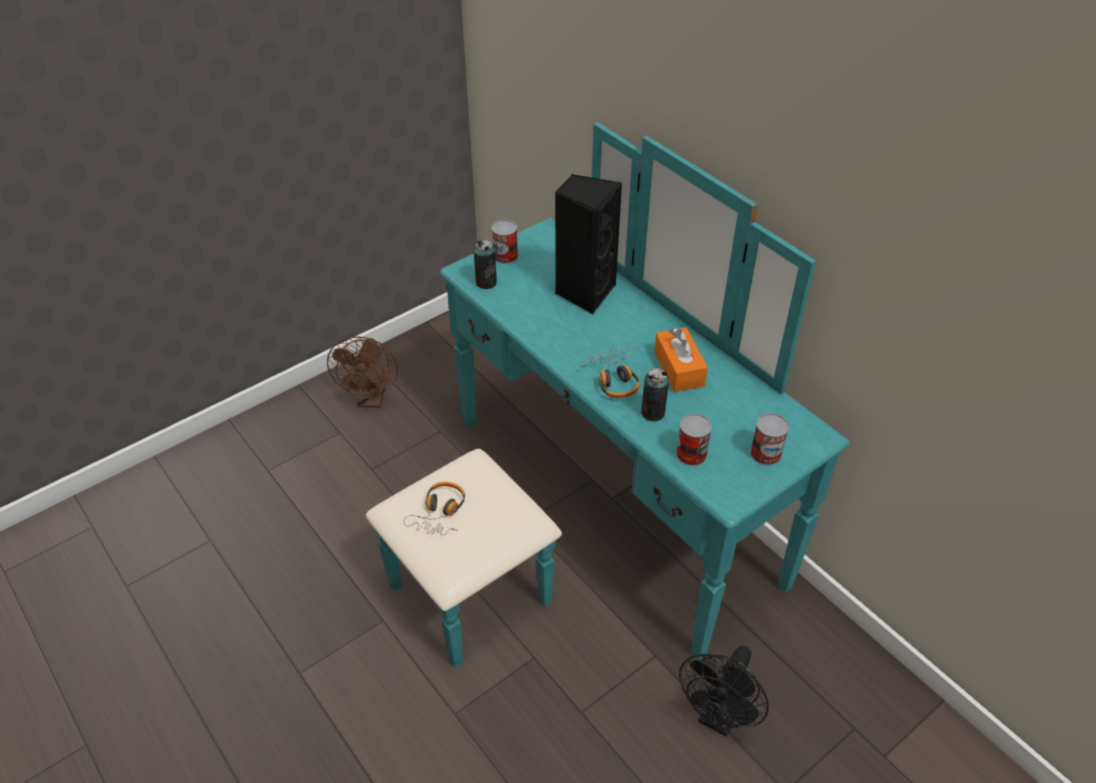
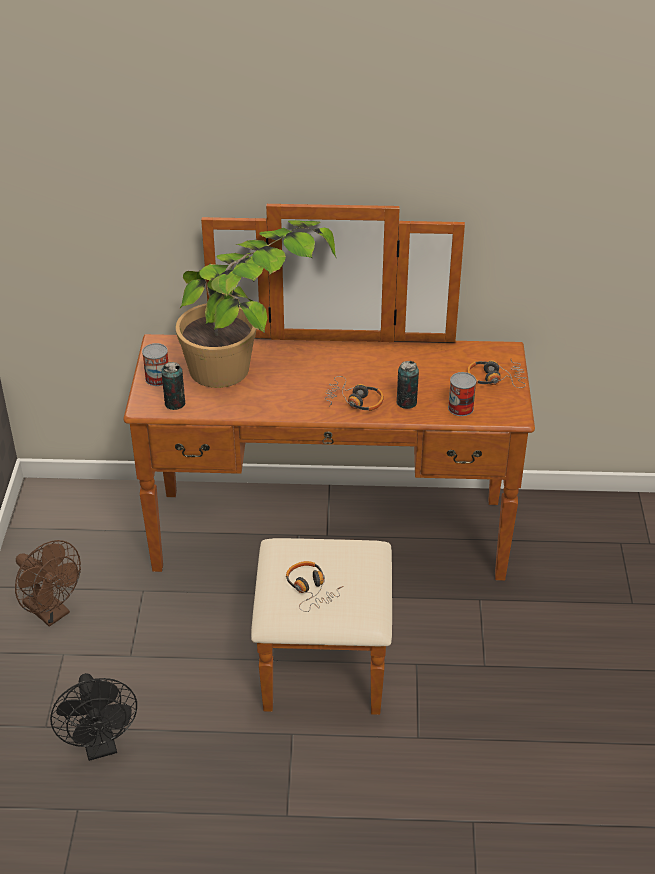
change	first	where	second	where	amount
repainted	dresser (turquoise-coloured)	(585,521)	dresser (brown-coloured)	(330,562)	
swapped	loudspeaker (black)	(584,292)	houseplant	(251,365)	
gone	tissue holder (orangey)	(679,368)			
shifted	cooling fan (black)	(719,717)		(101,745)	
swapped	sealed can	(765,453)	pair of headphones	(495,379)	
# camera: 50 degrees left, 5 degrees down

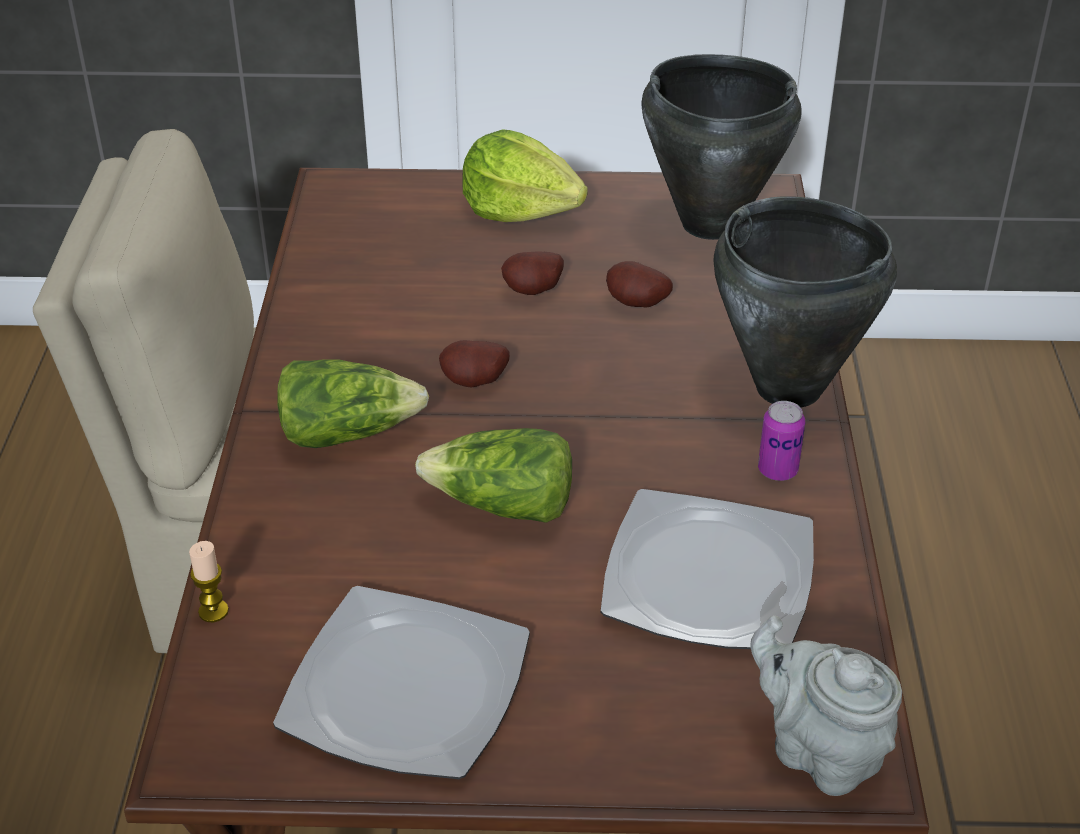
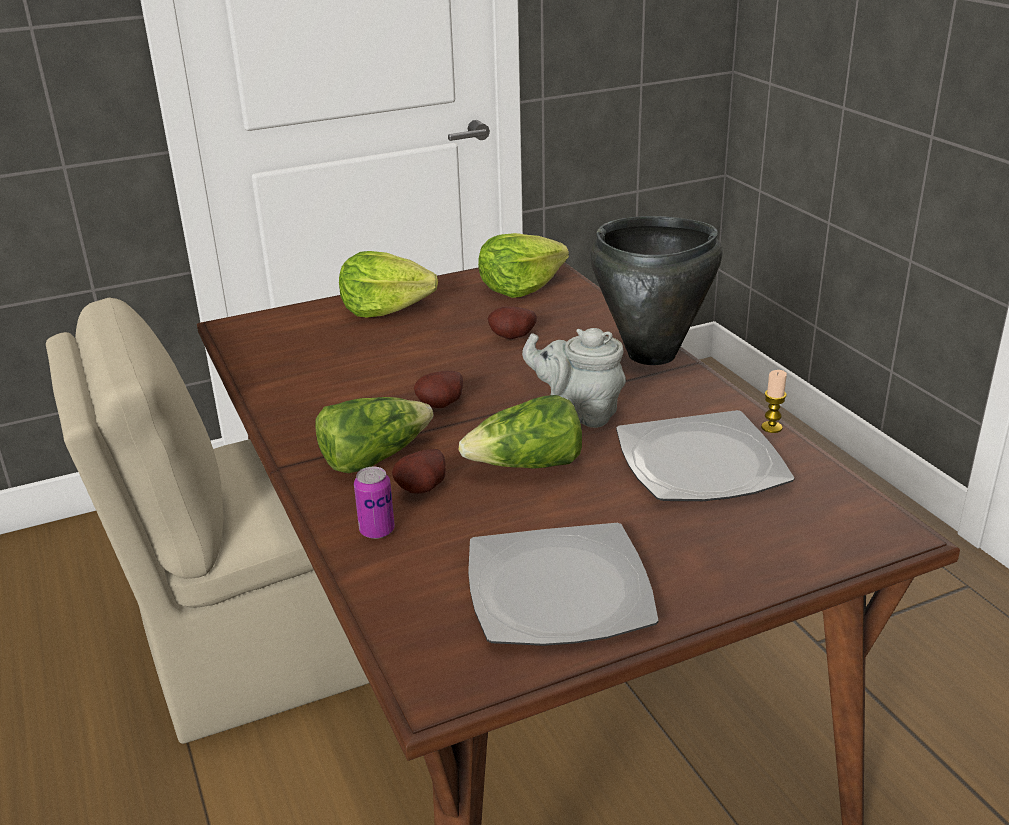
change	first	where	second	where	amount
shifted	candle	(213,611)		(771,427)	
shifted	whole potato	(534,292)		(424,489)	
swapped	saucepot (black)	(709,223)	lettuce	(520,287)	
shifted	teapot (greyish)	(818,752)		(578,414)	
shifted	sealed can	(777,470)		(377,530)	
# camera: 25 degrees left, 10 degrees down

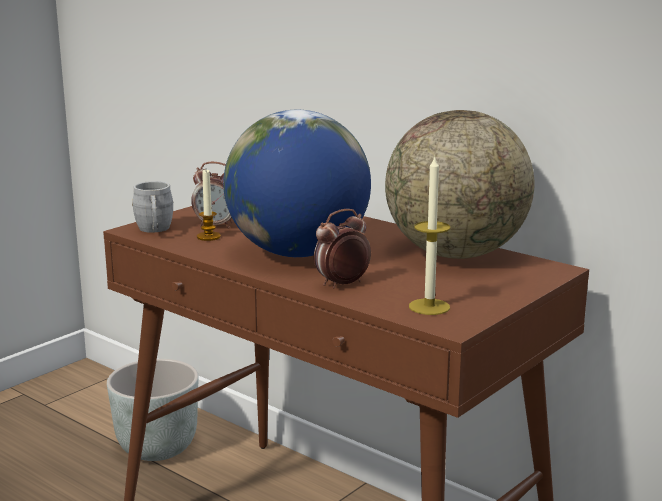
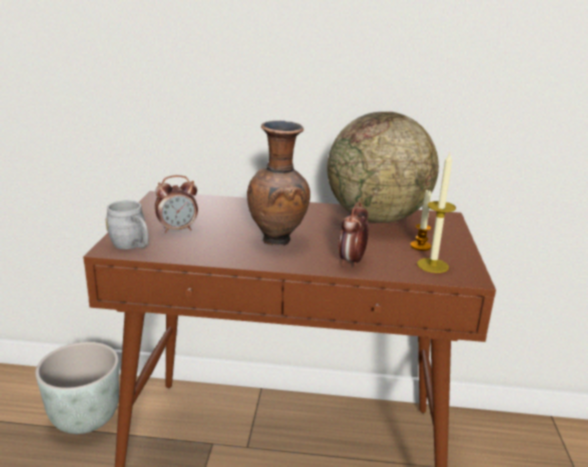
change	first	where	second	where	amount
shifted	candle	(208,237)		(420,246)	
swapped	world globe	(298,253)	decorative vase (brown-coloured)	(278,241)	
# camera: 35 degrees left, 5 degrees up

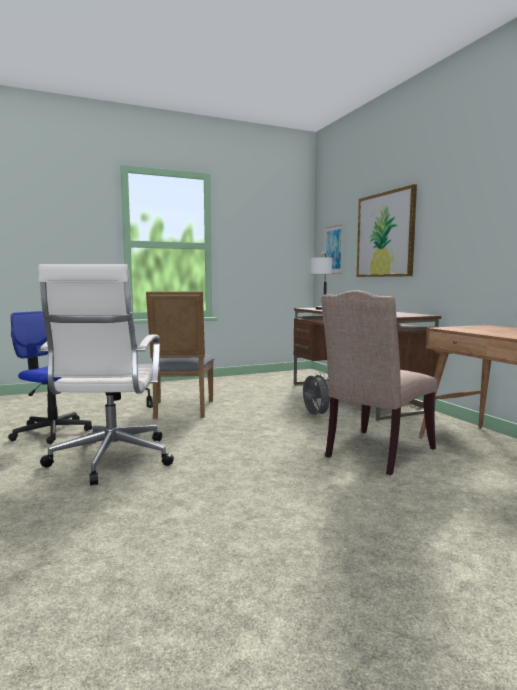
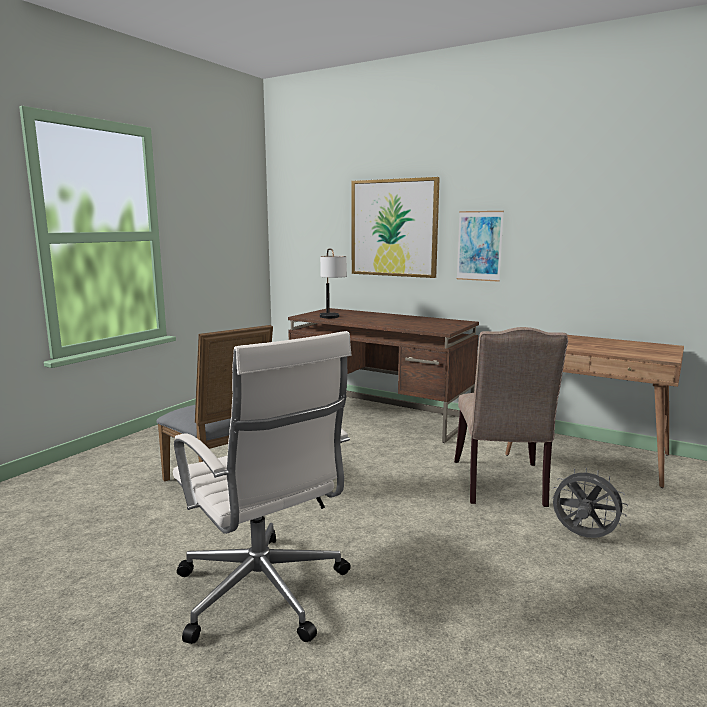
change	first	where	second	where	amount
gone	computer chair	(52,431)			
shifted	cooling fan (greyish)	(315,416)		(583,537)	
shifted	picture	(333,250)		(479,246)	
# camera: 35 degrees left, 5 degrees up

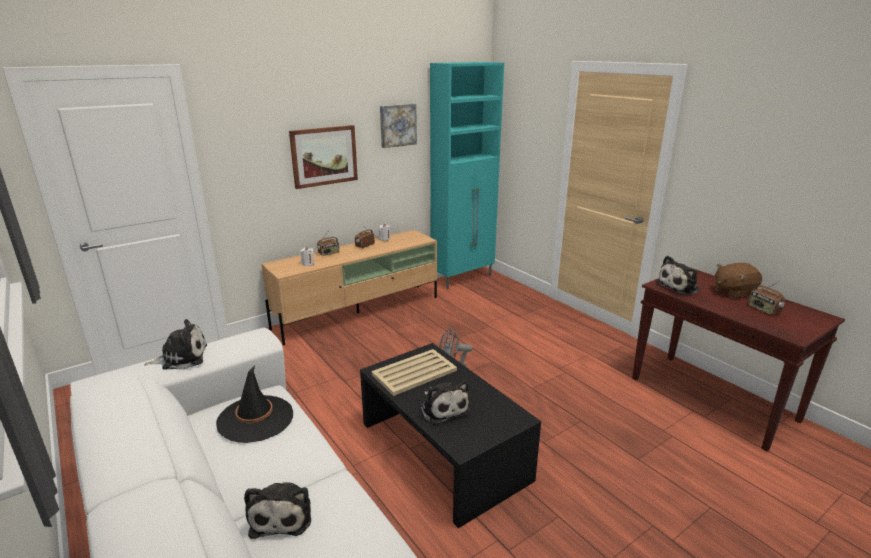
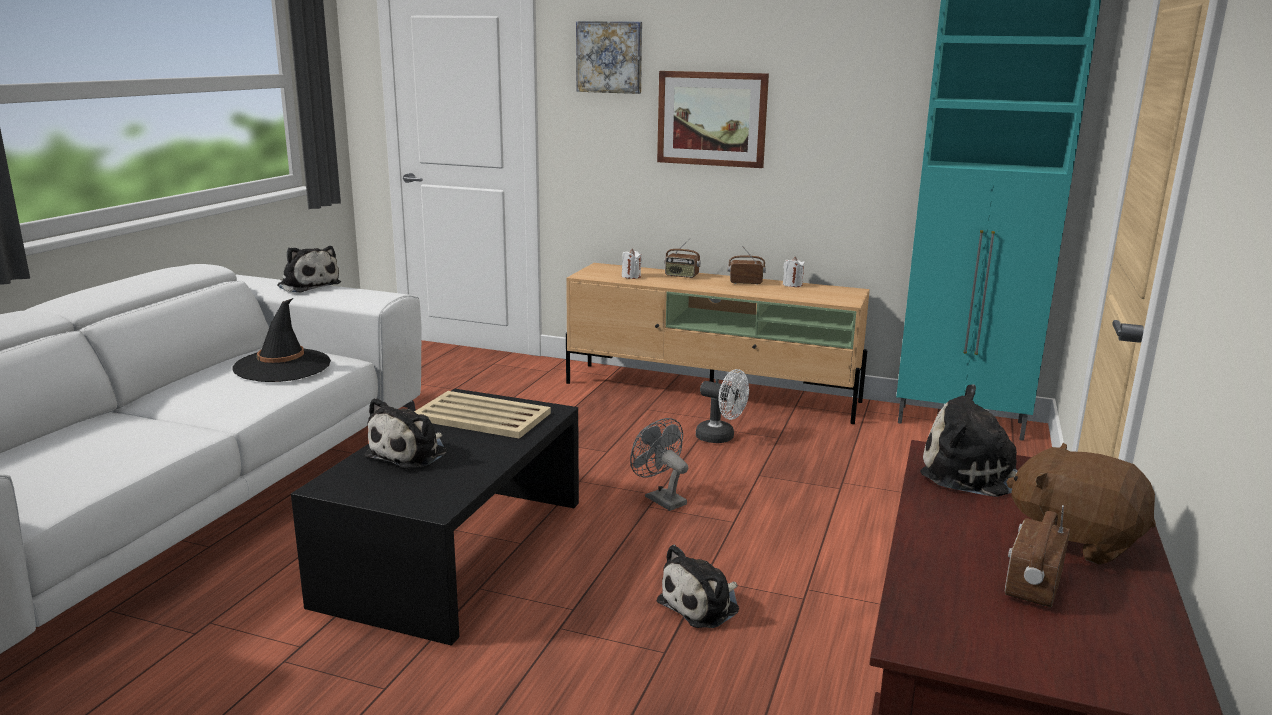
change	first	where	second	where	amount
shifted	plush toy	(282,515)		(702,605)	
shifted	picture	(397,125)		(610,57)	
new			cooling fan (white)	(721,437)	
# camera: 55 degrees right, 5 degrees down

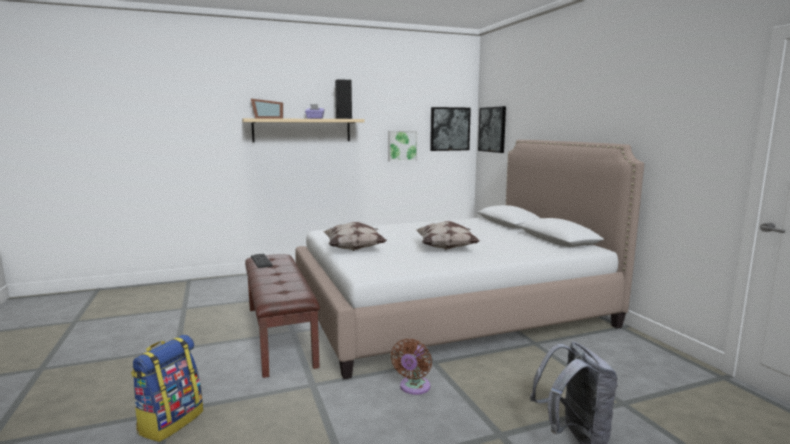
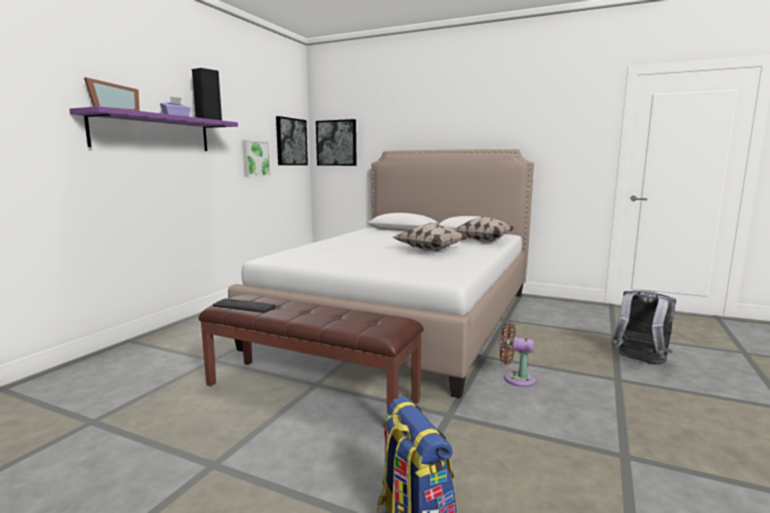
change	first	where	second	where	amount
repainted	bracket shelf (beige)	(302,130)	bracket shelf (purplish)	(153,133)	
shifted	pillow	(354,249)		(482,241)	
rotated	cooling fan (brown-coloured)	(413,388)		(515,378)	135 degrees clockwise
# camera: 45 degrees left, 0 degrees up

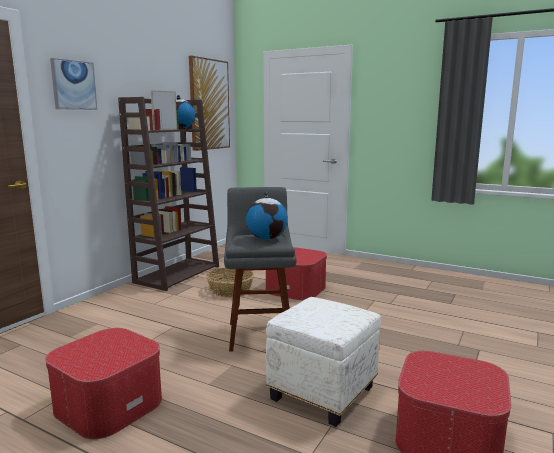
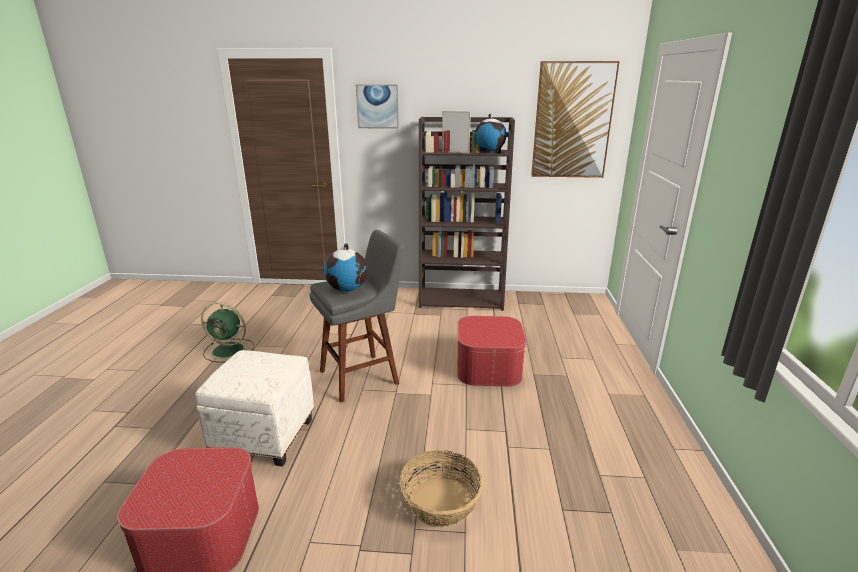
change	first	where	second	where	amount
swapped	pouffe	(108,404)	cooling fan (green-coloured)	(229,350)	
shifted	basket	(230,291)		(440,502)	
# camera: 65 degrees right, 10 degrees up

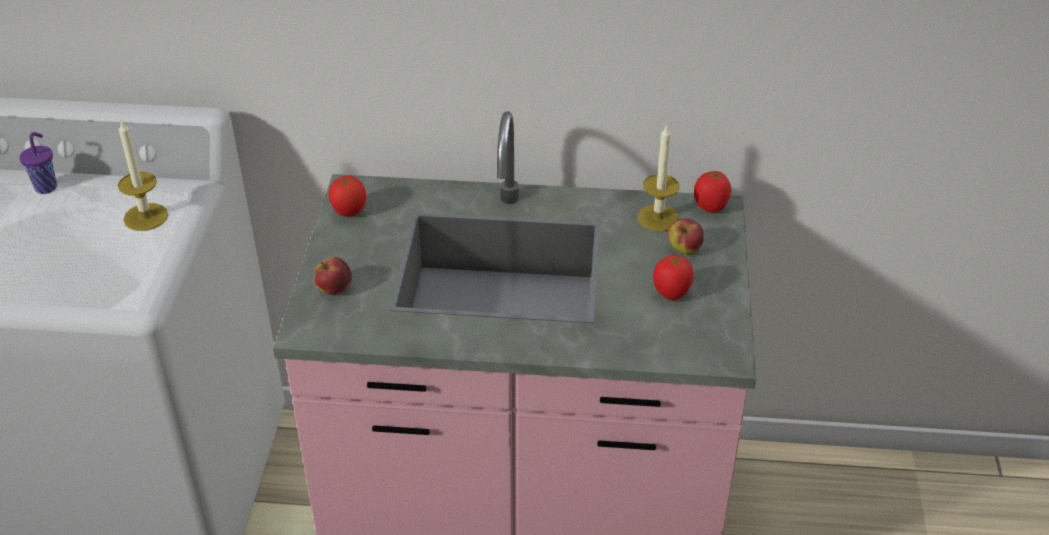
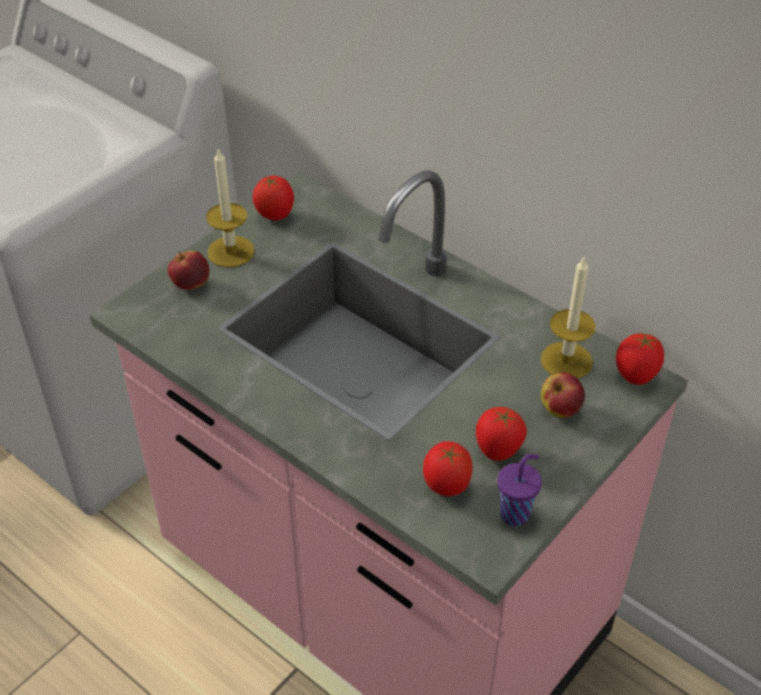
change	first	where	second	where	amount
shifted	drinking cup (purplish)	(47,187)		(516,513)	
shifted	candle	(145,217)		(231,251)	
new			fresh tomato	(446,487)	
# camera: 35 degrees right, 5 degrees up

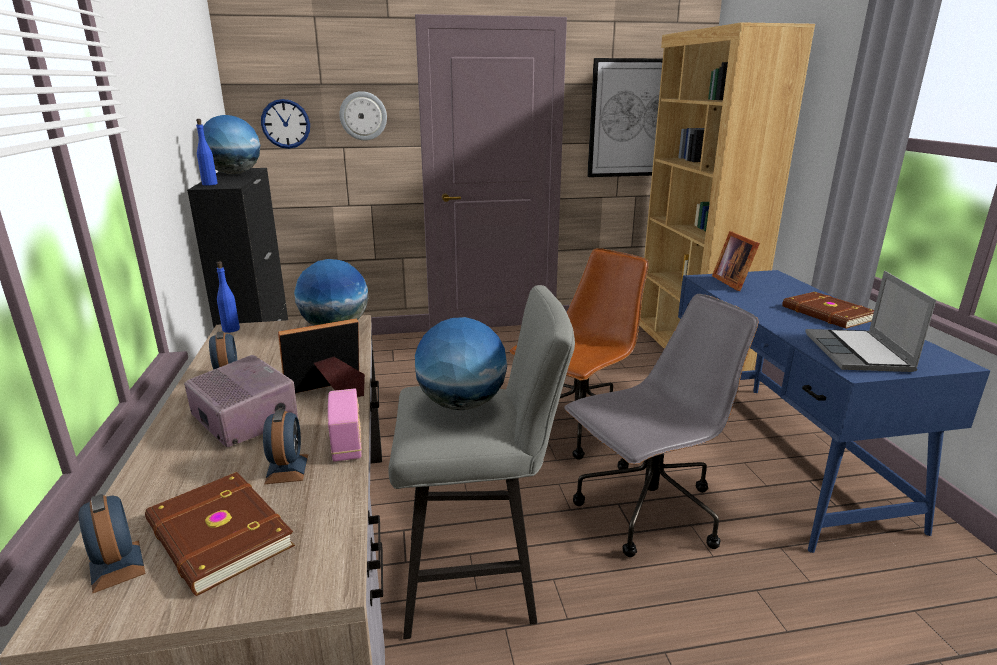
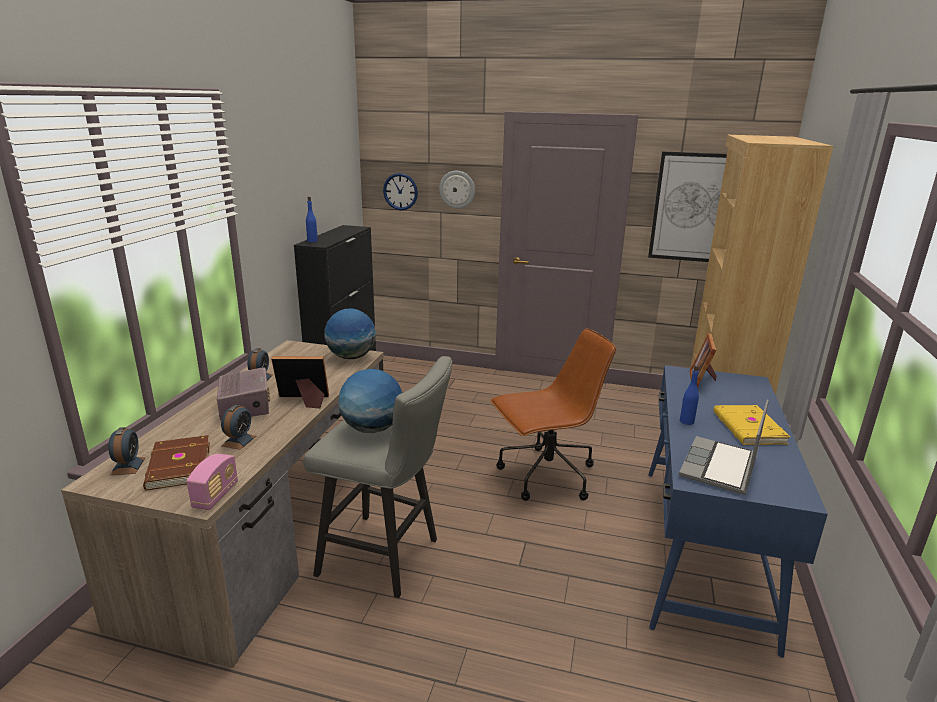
change	first	where	second	where	amount
gone	world globe	(234,174)			
shifted	drink bottle (blue-coloured)	(231,329)		(686,421)	
shifted	radio set	(347,443)		(215,495)	
gone	computer chair (greyish)	(646,512)			
repainted	book (brown-coloured)	(827,314)	book (yellowish)	(747,428)	
# camera: 25 degrees right, 0 degrees up

